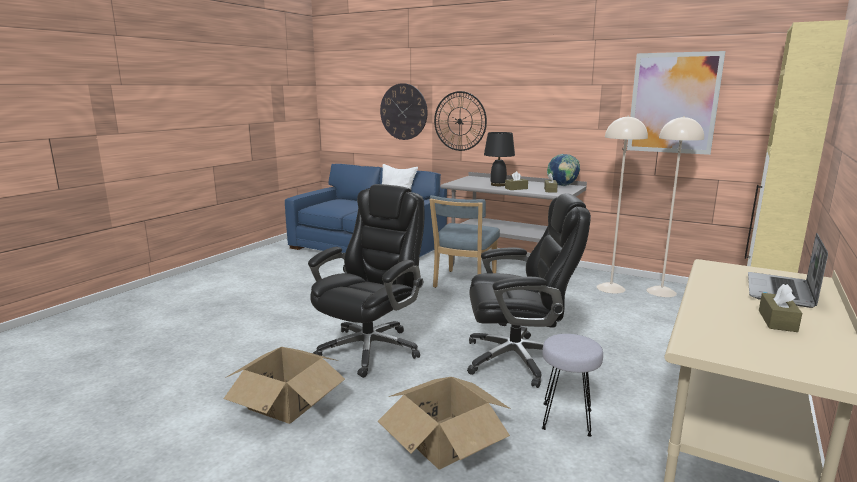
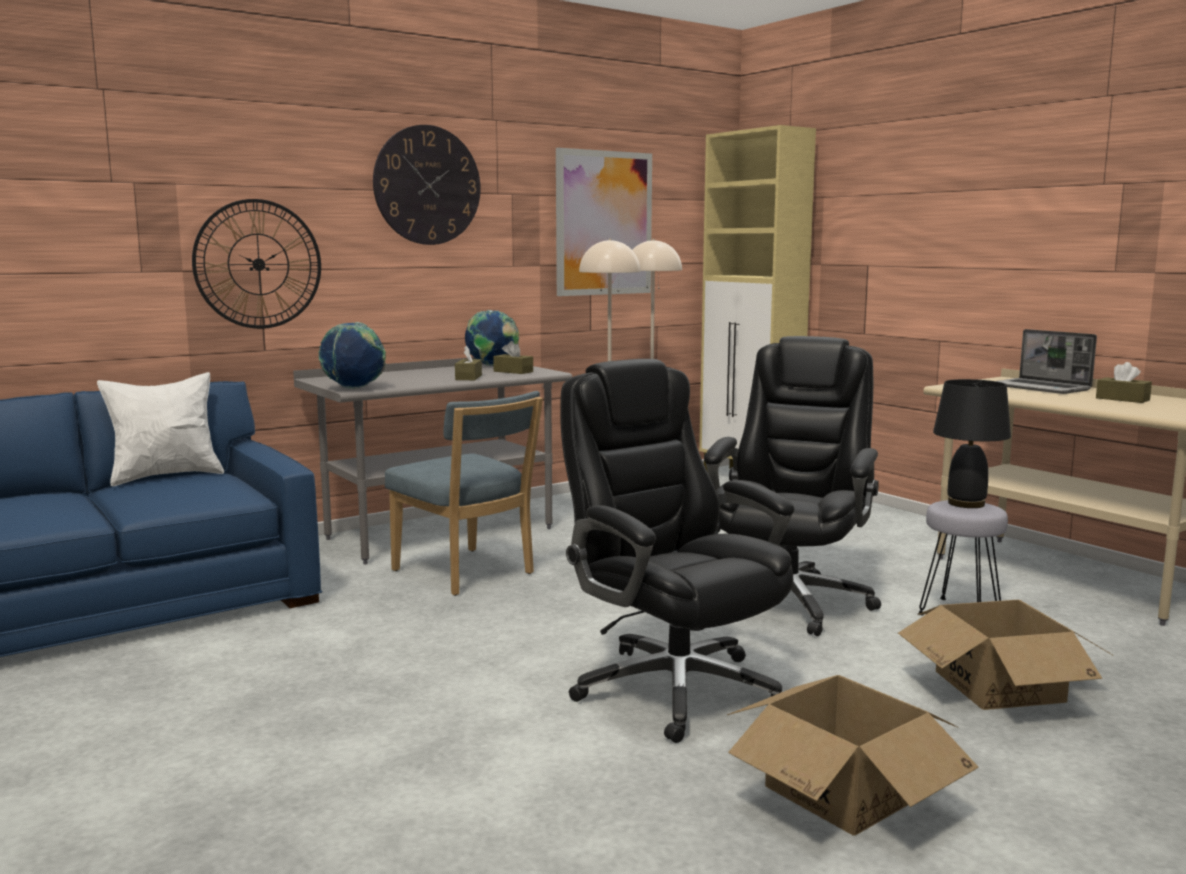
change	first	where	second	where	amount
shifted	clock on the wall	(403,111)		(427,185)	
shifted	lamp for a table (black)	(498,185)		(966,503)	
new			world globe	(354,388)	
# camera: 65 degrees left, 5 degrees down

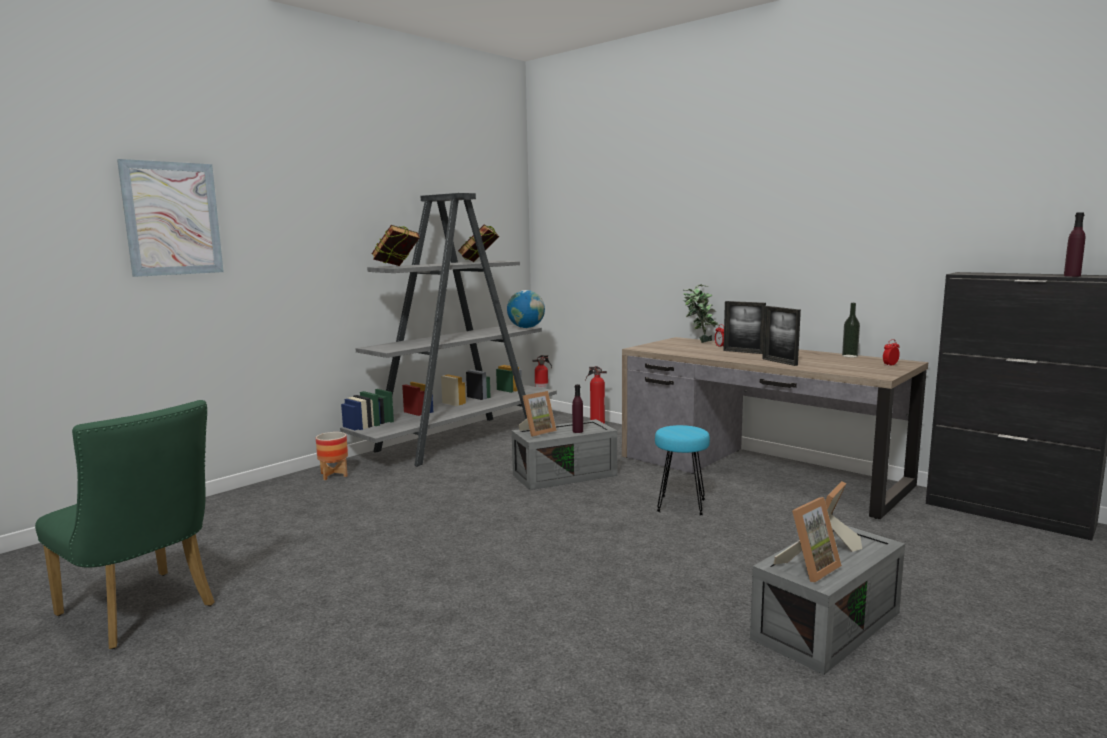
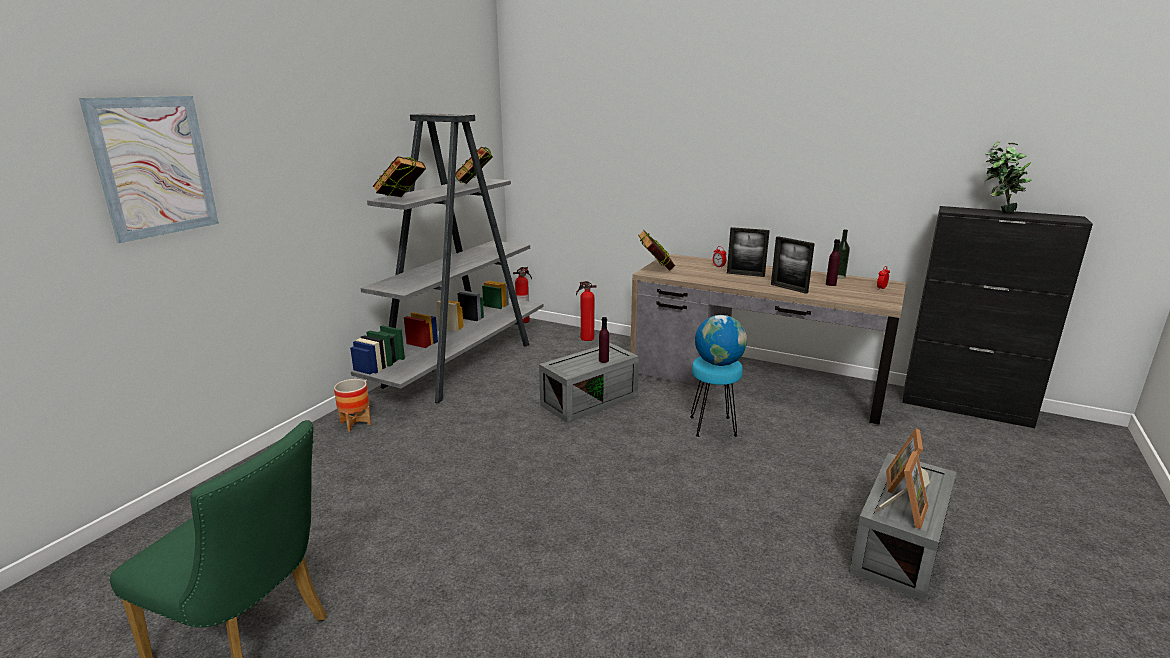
change	first	where	second	where	amount
shifted	world globe	(526,327)		(719,363)	
gone	photo frame	(537,432)			
shifted	houseplant	(699,342)		(997,211)	
shifted	drink bottle (purplish)	(1072,276)		(830,284)	
new			book	(655,269)	
# camera: 15 degrees left, 10 degrees up

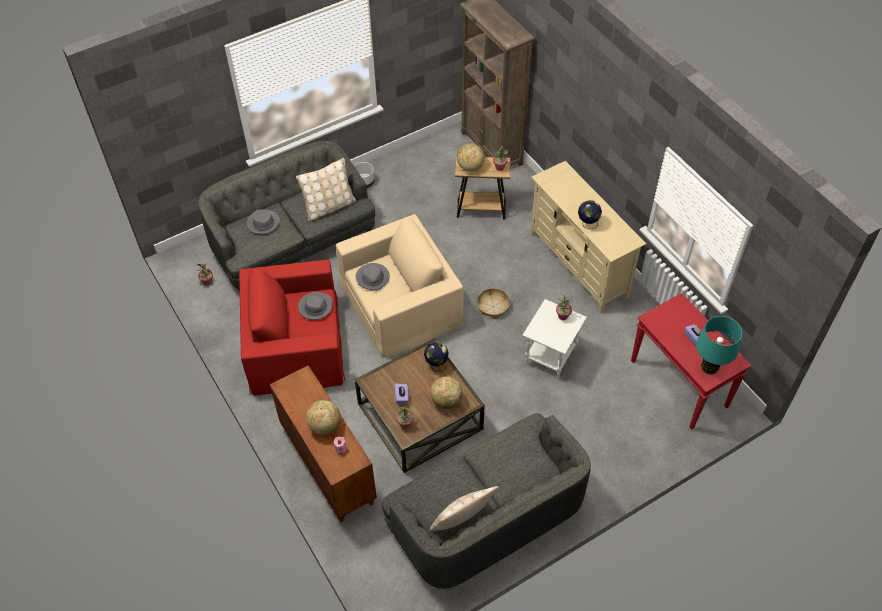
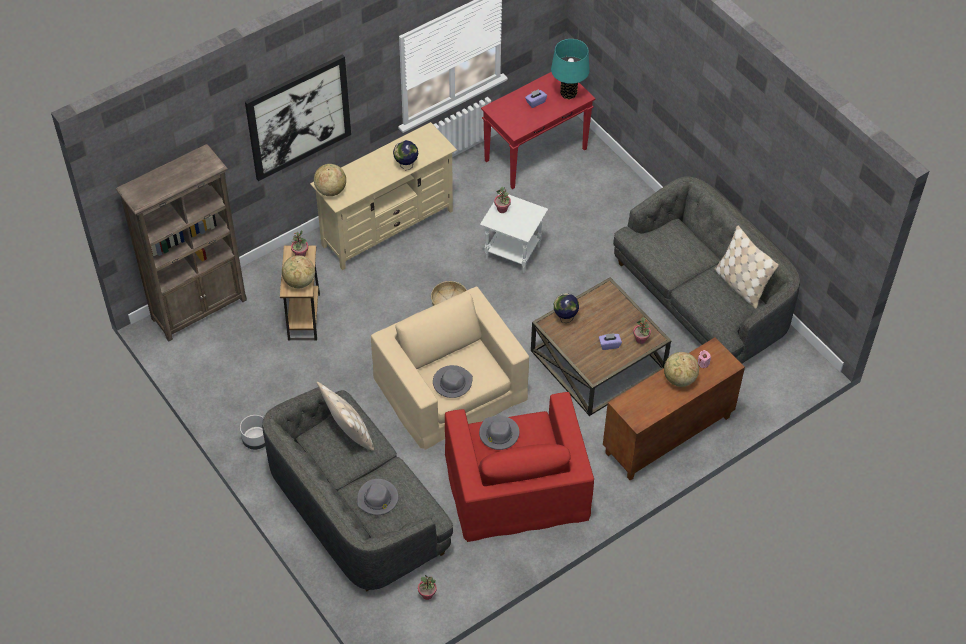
change	first	where	second	where	amount
shifted	world globe	(446,400)		(331,190)	
new			picture	(298,117)	
# camera: 95 degrees left, 0 degrees up

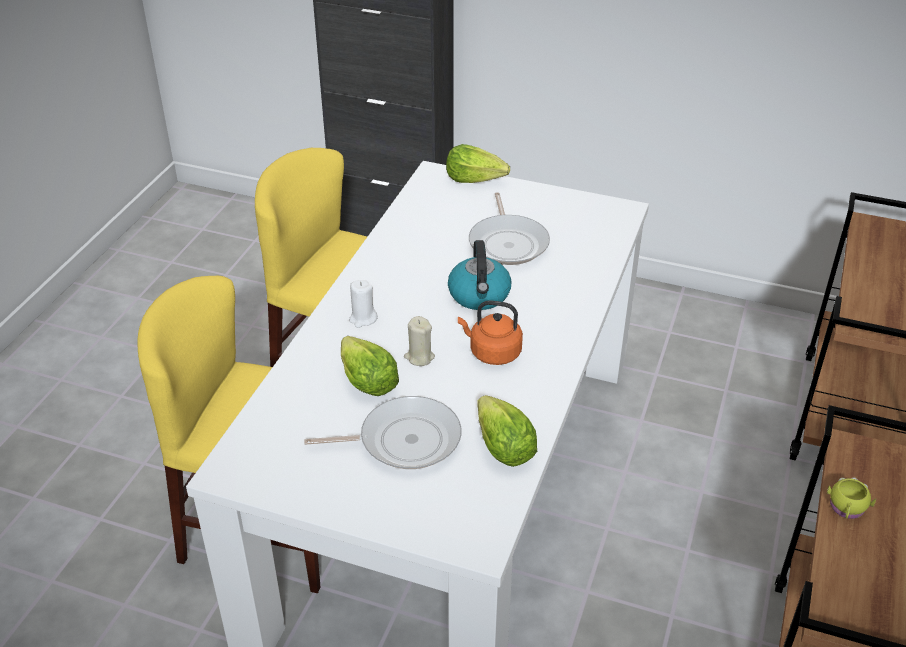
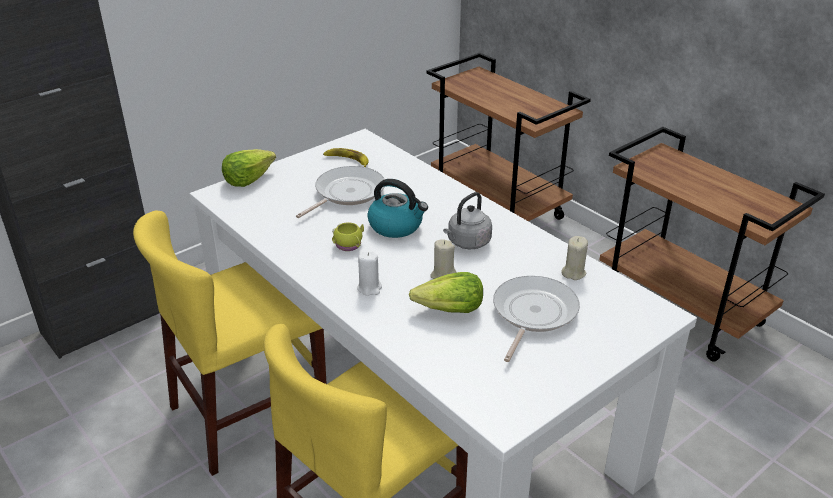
change	first	where	second	where	amount
repainted	tea kettle (orangey)	(492,352)	tea kettle (greyish)	(467,243)	
rotated	skillet	(508,242)		(346,193)	75 degrees counterclockwise
swapped	lettuce	(503,448)	candle (beige)	(573,273)	
shifted	tea mug (yellowish)	(846,509)		(349,246)	
new			banana fruit	(347,160)	
# camera: 60 degrees left, 5 degrees down

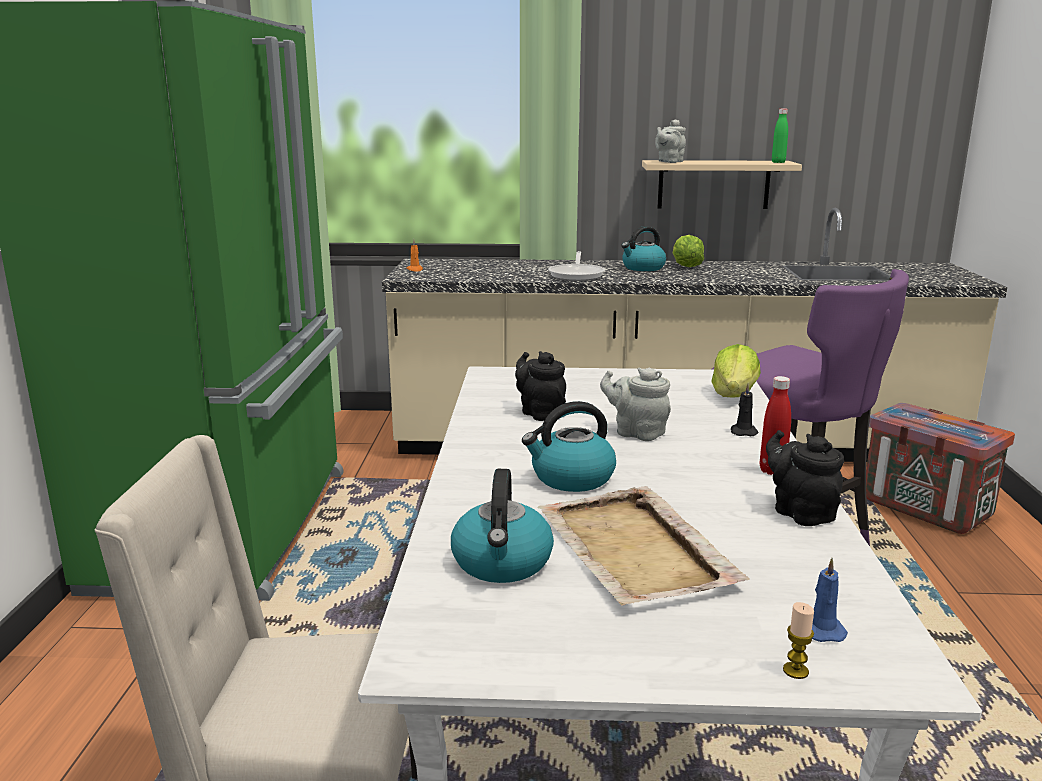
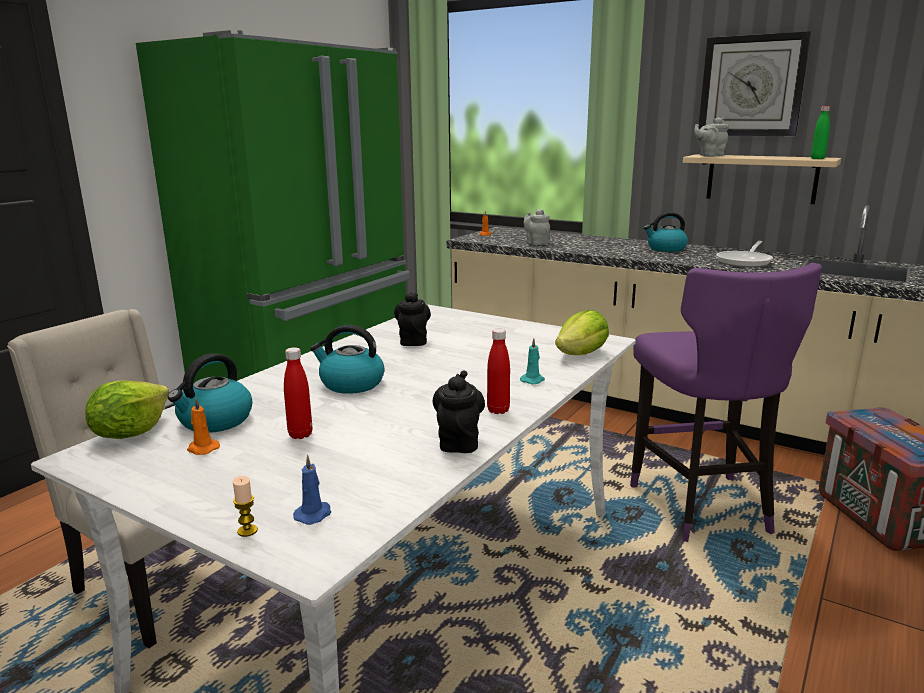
change	first	where	second	where	amount
swapped	serving tray (beige)	(634,550)	drink bottle (red-coloured)	(300,435)	
shifted	skillet	(577,275)		(745,261)	
shifted	teapot (greyish)	(636,432)		(536,243)	
shifted	lettuce	(686,266)		(130,433)	
repainted	candle (black)	(743,432)	candle (turquoise-coloured)	(533,380)	
new			candle (orangey)	(202,449)	
new			clock on the wall	(751,86)	
# camera: 30 degrees right, 0 degrees up

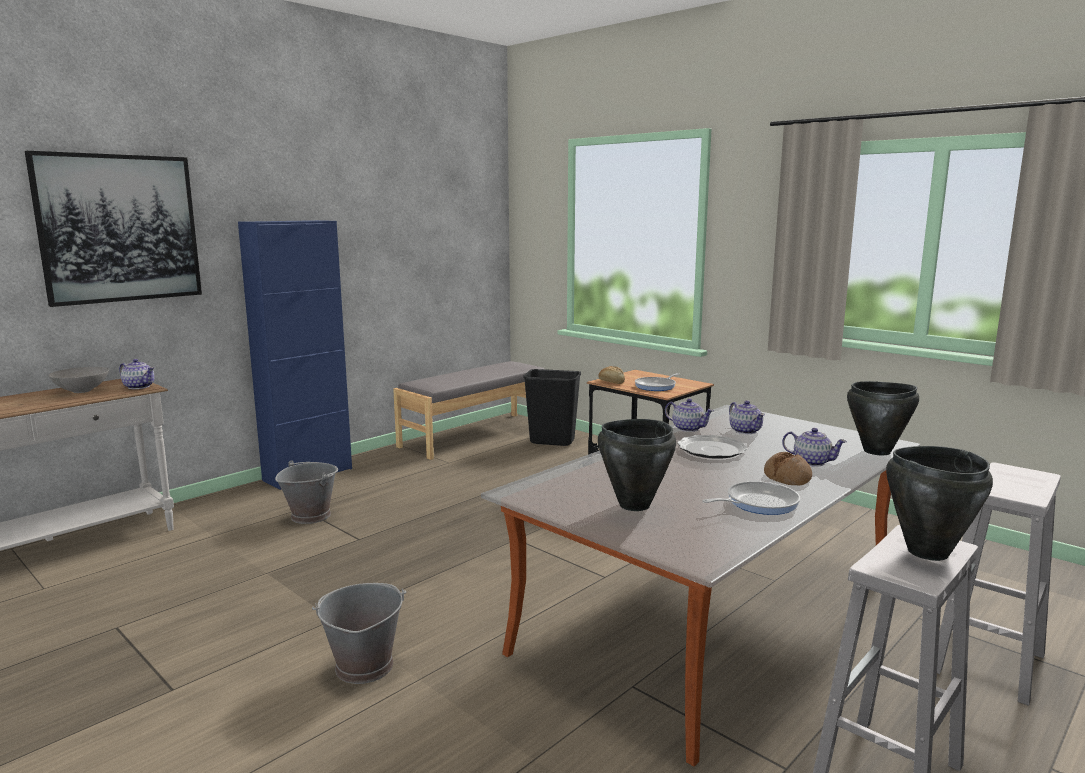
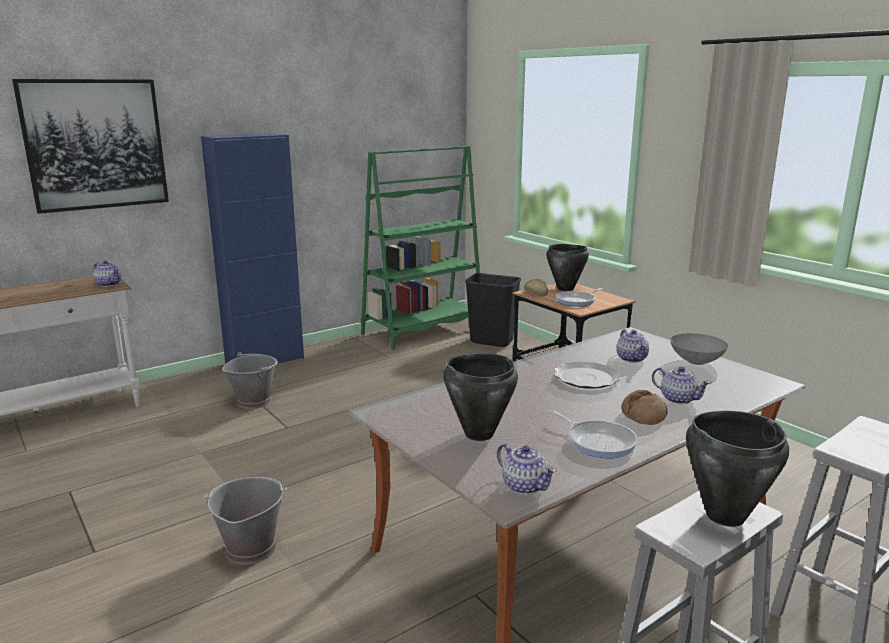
change	first	where	second	where	amount
shifted	deep dish (greyish)	(82,391)		(696,361)	
swapped	bench (greyish)	(475,435)	bookcase (green-coloured)	(423,331)	
shifted	teapot	(688,428)		(524,485)	
rotated	skillet	(758,503)		(598,442)	60 degrees clockwise
shifted	saucepot (black)	(877,451)		(565,289)	
# camera: 10 degrees right, 5 degrees up

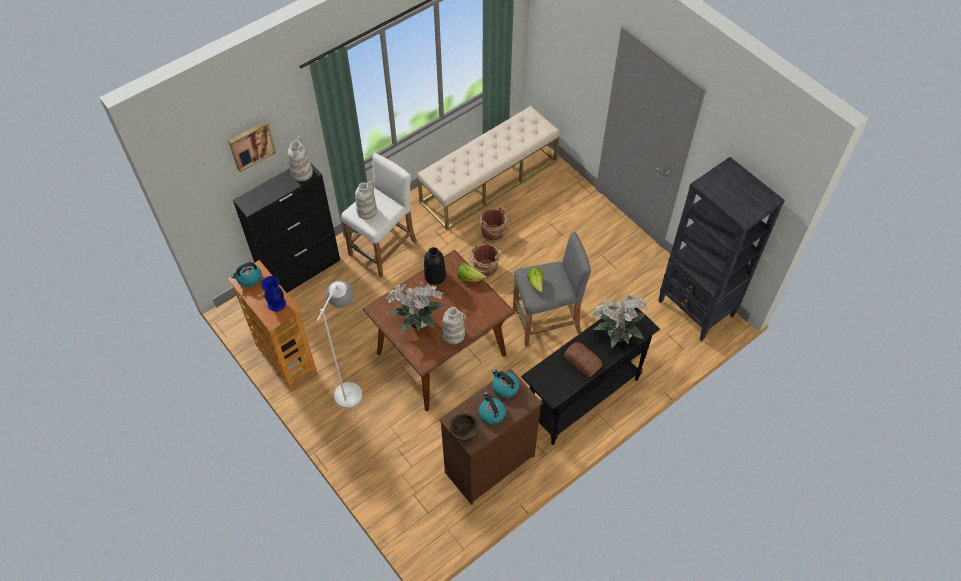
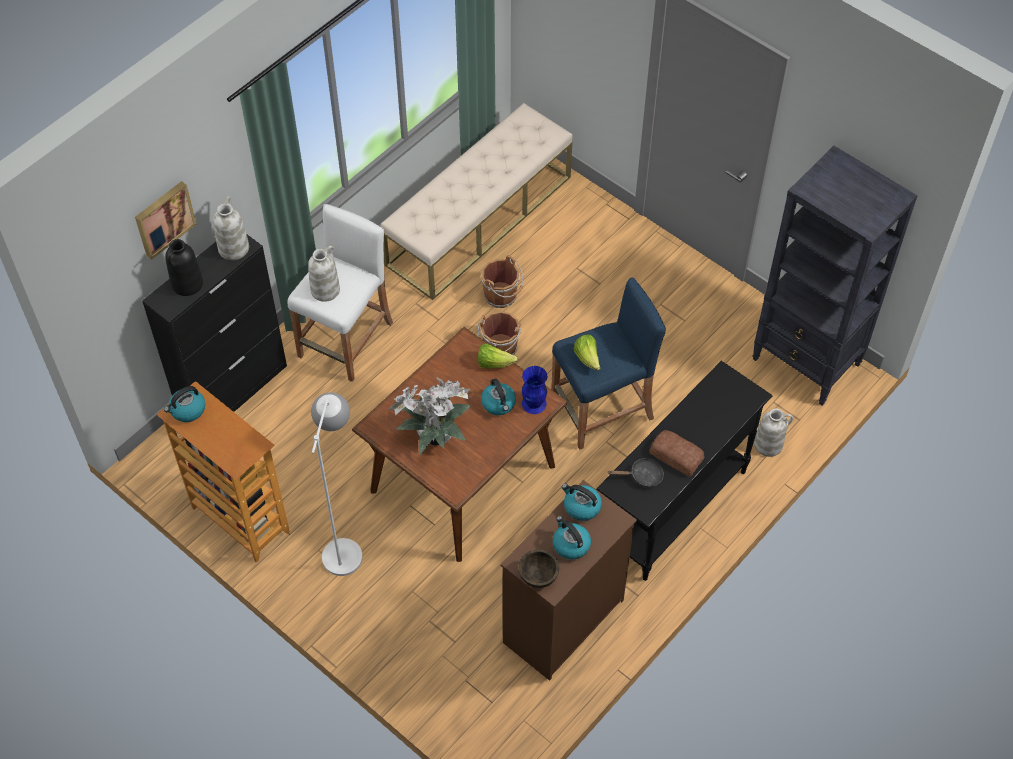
change	first	where	second	where	amount
shifted	decorative vase (blue-coloured)	(276,304)		(534,404)	
shifted	decorative vase (black)	(435,276)		(187,284)	
shifted	decorative vase (white)	(454,335)		(769,444)	
repainted	stool seat (greyish)	(546,321)	stool seat (blue-coloured)	(602,410)	
gone	houseplant	(616,335)			
new			tea kettle	(499,404)	
new			skillet (black)	(642,476)	
# camera: 10 degrees left, 0 degrees up

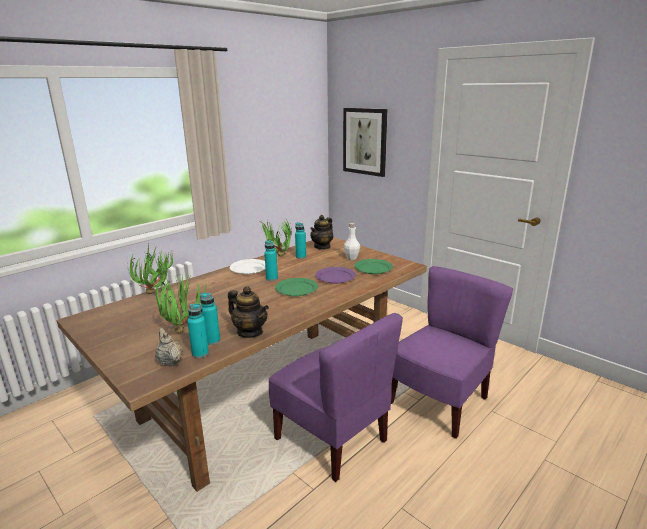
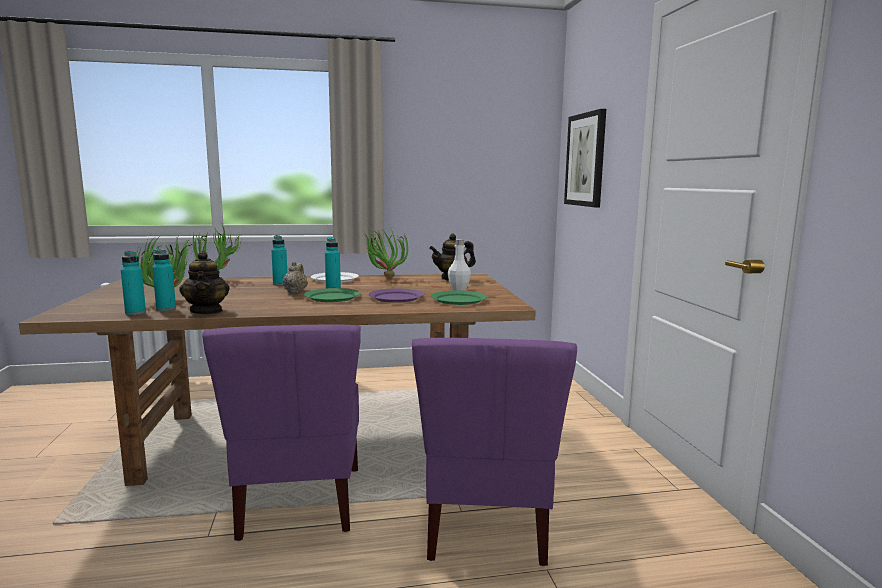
change	first	where	second	where	amount
shifted	teapot (beige)	(170,361)		(295,292)	
shifted	drink bottle (turquoise-coloured)	(301,257)		(280,284)	
rotated	chair (purplish)	(440,401)		(486,525)	105 degrees clockwise
# camera: 35 degrees right, 10 degrees down

